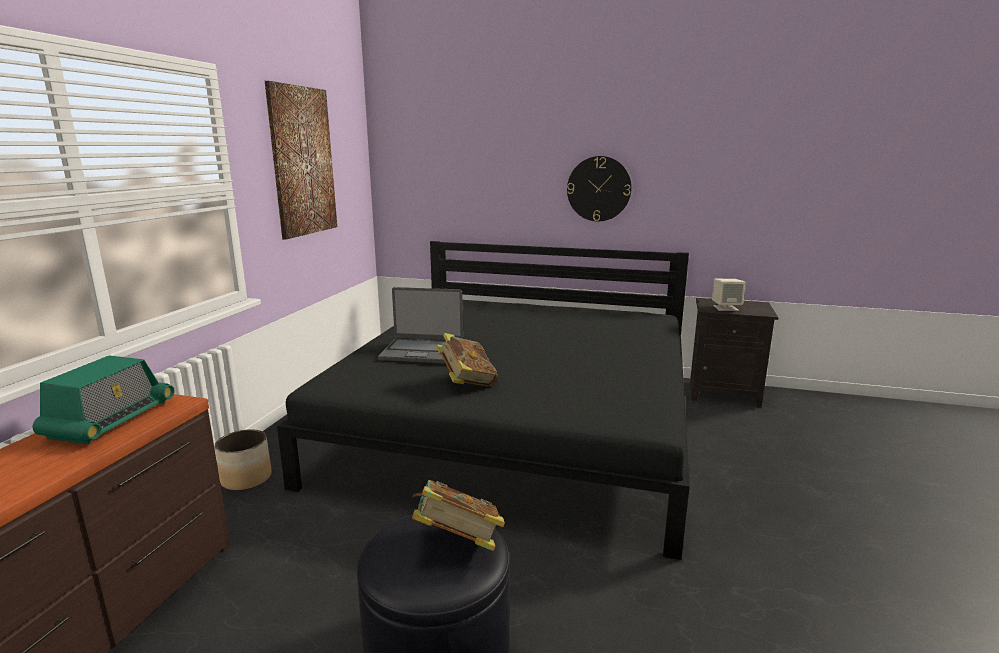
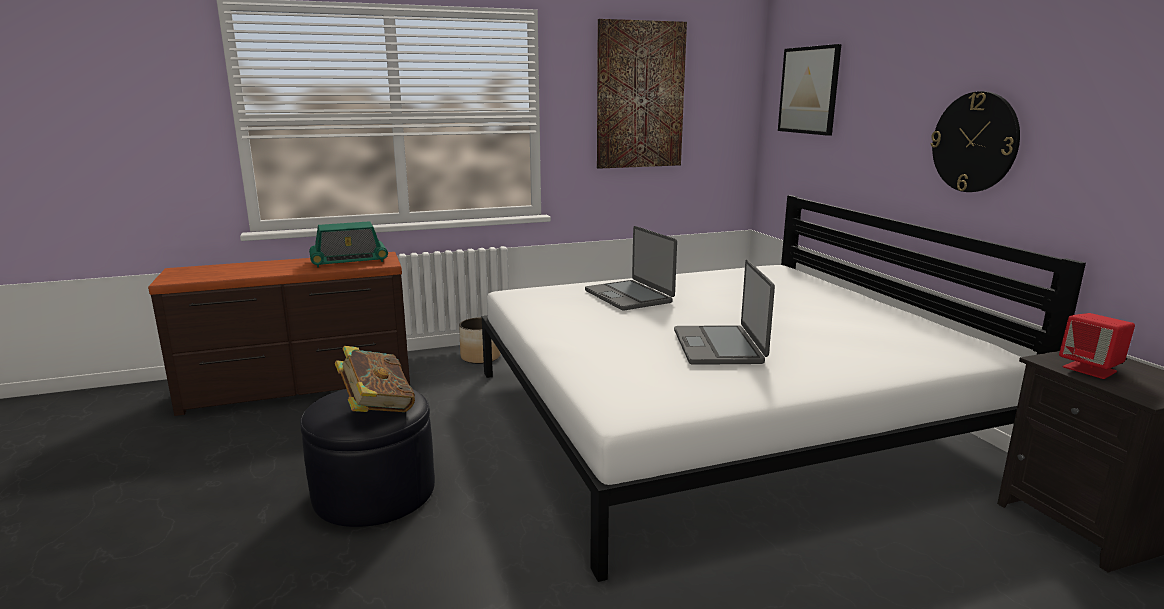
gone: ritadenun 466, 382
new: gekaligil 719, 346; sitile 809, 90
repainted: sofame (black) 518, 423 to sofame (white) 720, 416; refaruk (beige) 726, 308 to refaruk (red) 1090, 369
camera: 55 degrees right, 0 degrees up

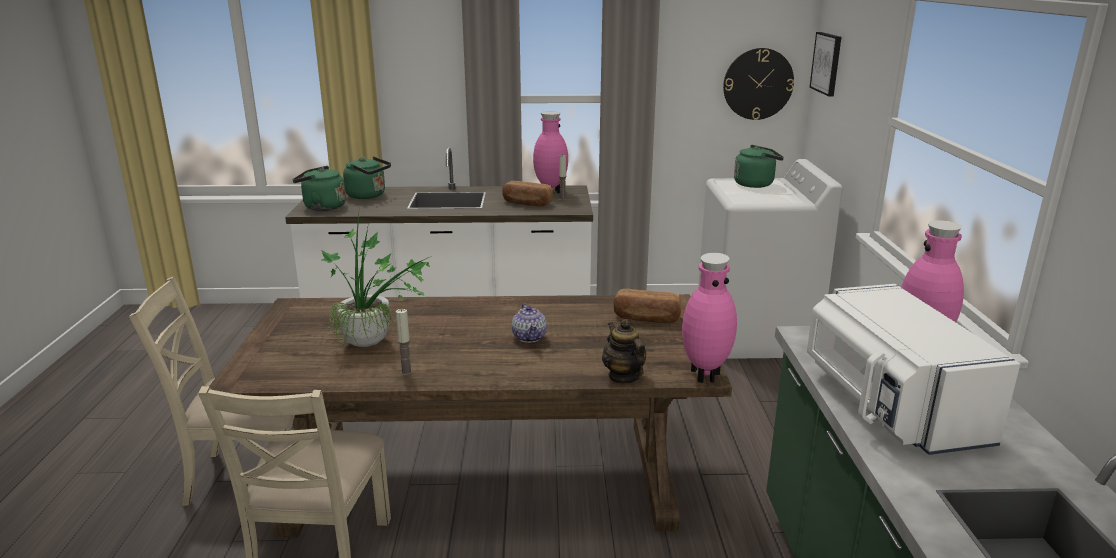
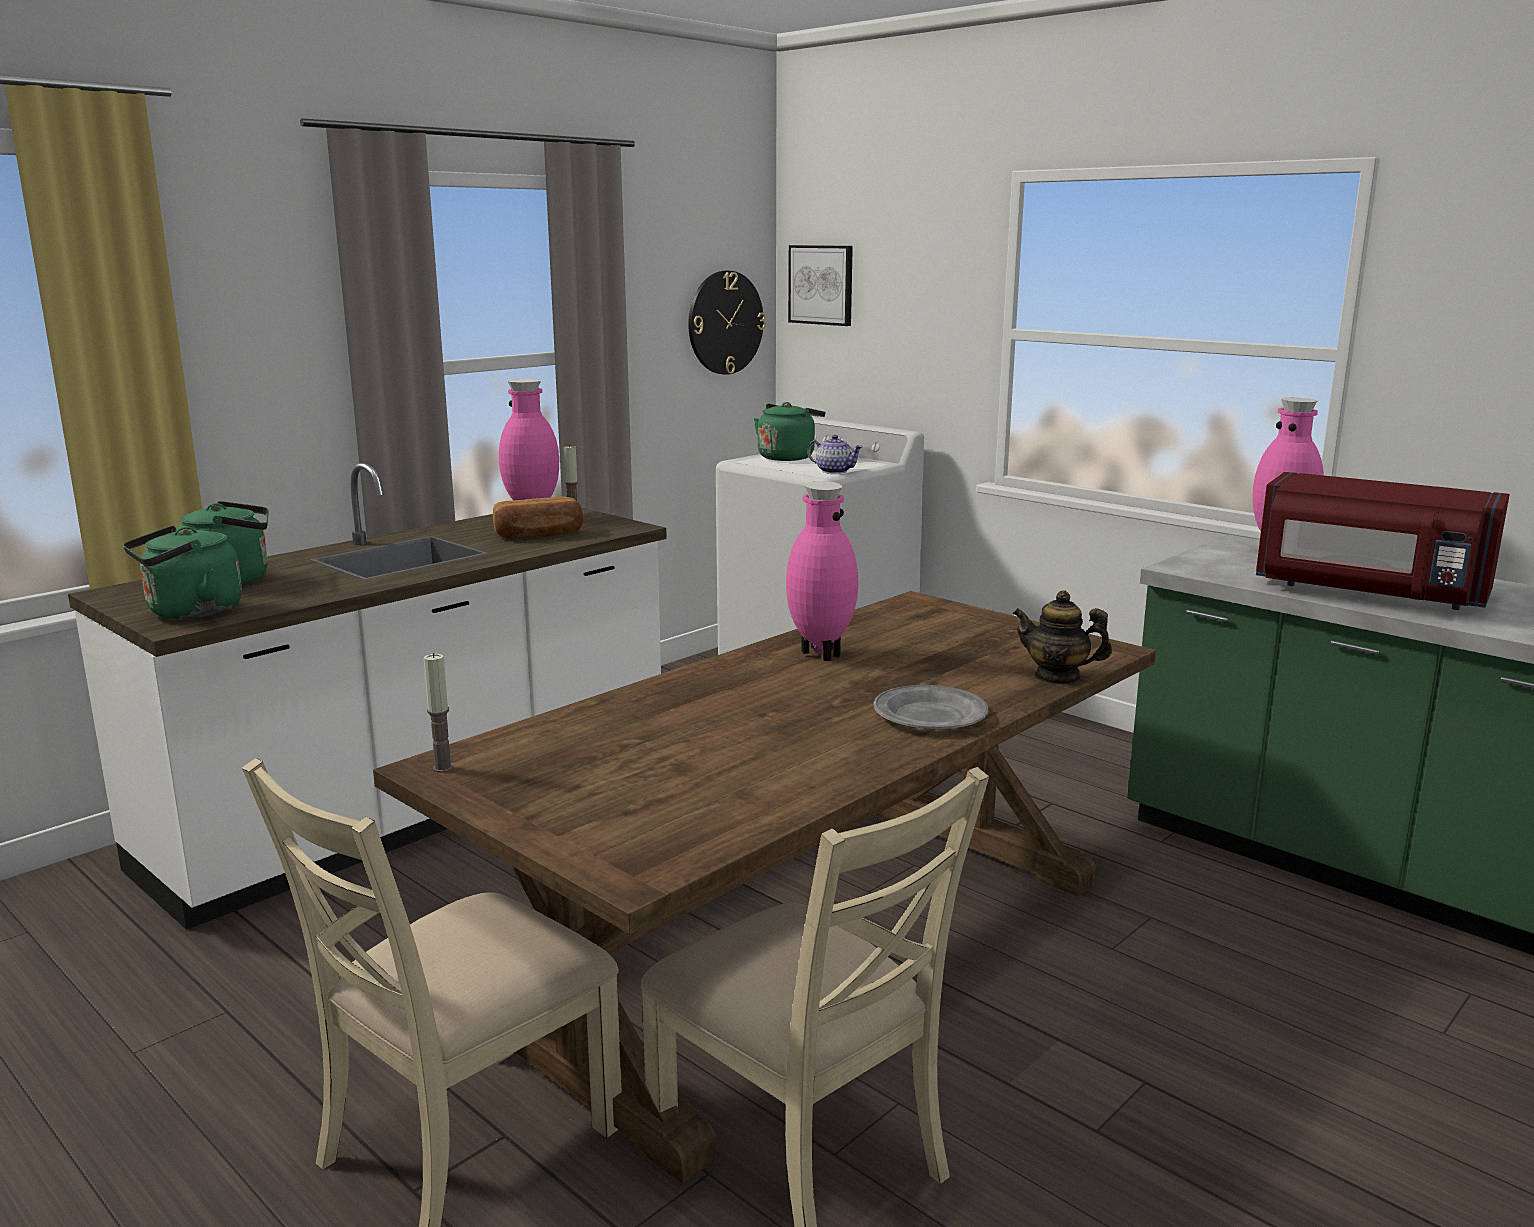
gone: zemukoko 376, 343; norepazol 646, 318
new: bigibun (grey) 929, 715
shifted: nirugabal 406, 372 to 443, 768; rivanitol 529, 337 to 834, 471; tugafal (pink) 704, 375 to 819, 654
repainted: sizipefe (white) 889, 405 to sizipefe (red) 1367, 593
camera: 45 degrees left, 5 degrees down

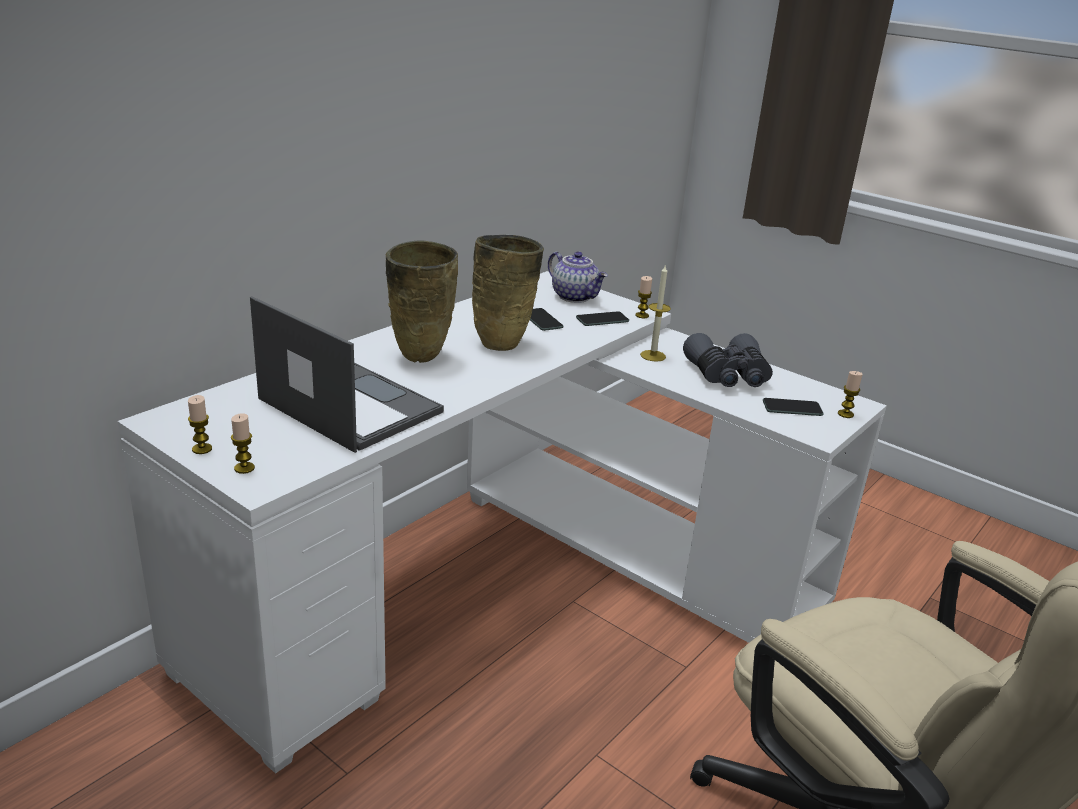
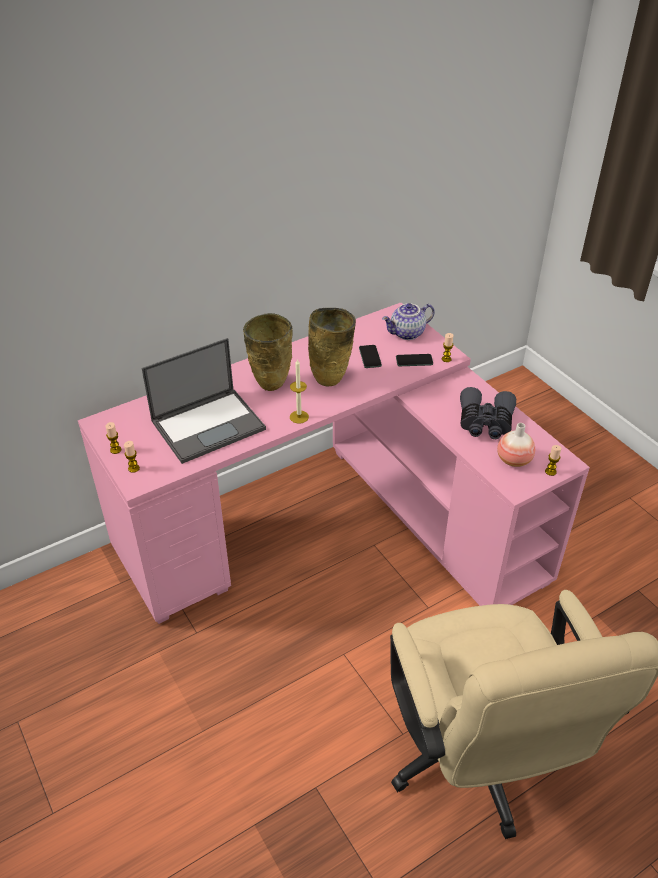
shifted: nirugabal 653, 356 to 299, 417
swapped: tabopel 792, 408 to tugafal 513, 460
repainted: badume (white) 508, 584 to badume (pink) 336, 524
rotated: gekaligil 348, 405 = 209, 424 90 degrees clockwise; rivanitol 575, 297 = 407, 334 90 degrees clockwise
camera: 20 degrees right, 15 degrees up

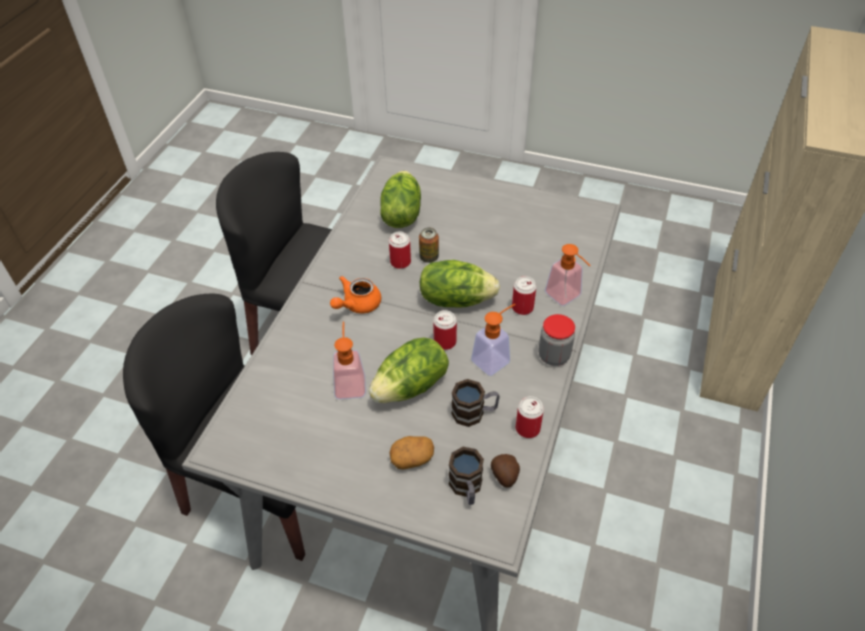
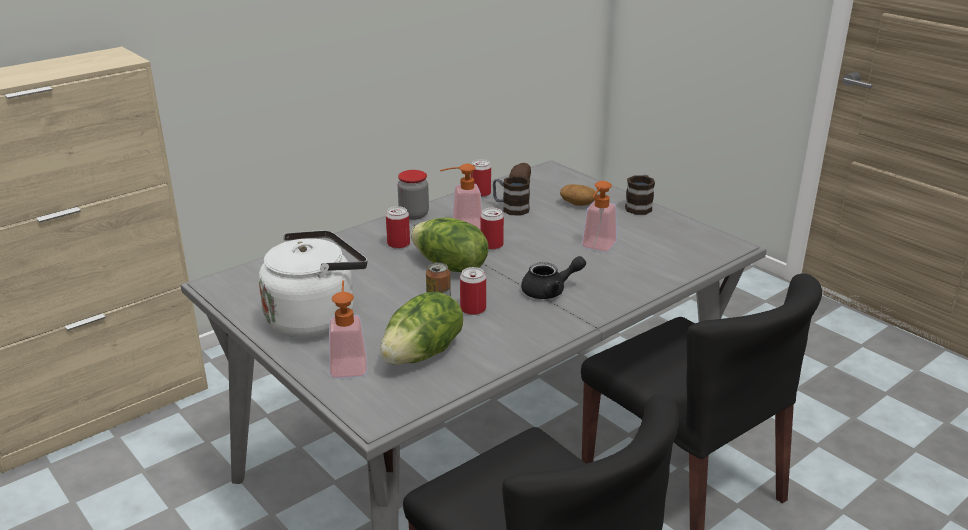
gone: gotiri 411, 386
new: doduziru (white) 315, 318
shifted: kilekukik 466, 488 to 640, 206; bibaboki 567, 297 to 348, 363
repainted: rivanitol (orange) 357, 304 to rivanitol (black) 550, 291
camera: 150 degrees left, 20 degrees down

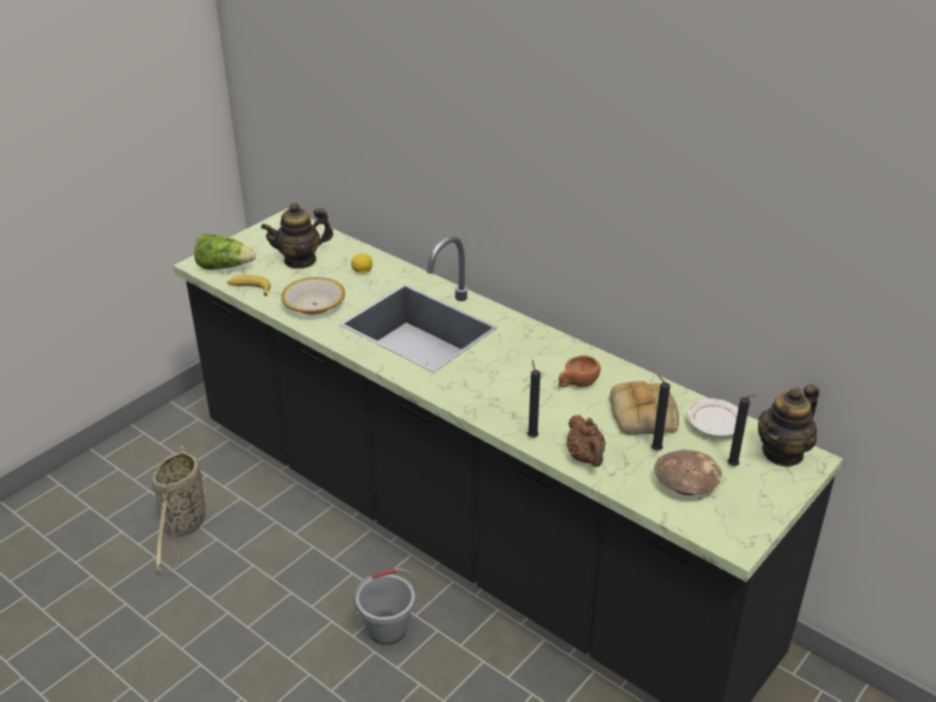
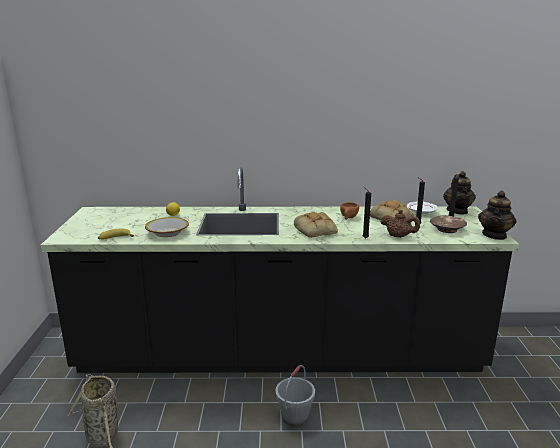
gone: gotiri 224, 267
new: norepazol 316, 230
shifted: rivanitol 300, 260 to 494, 235
camera: 40 degrees left, 15 degrees down

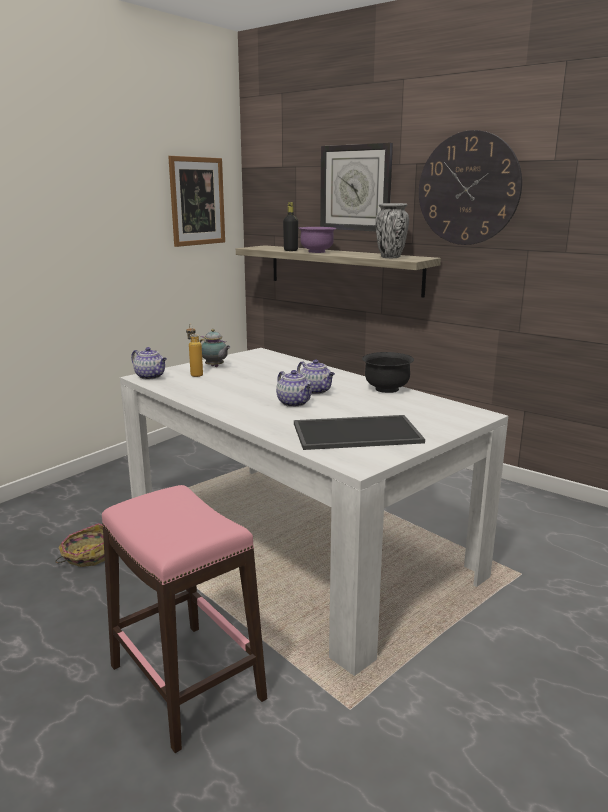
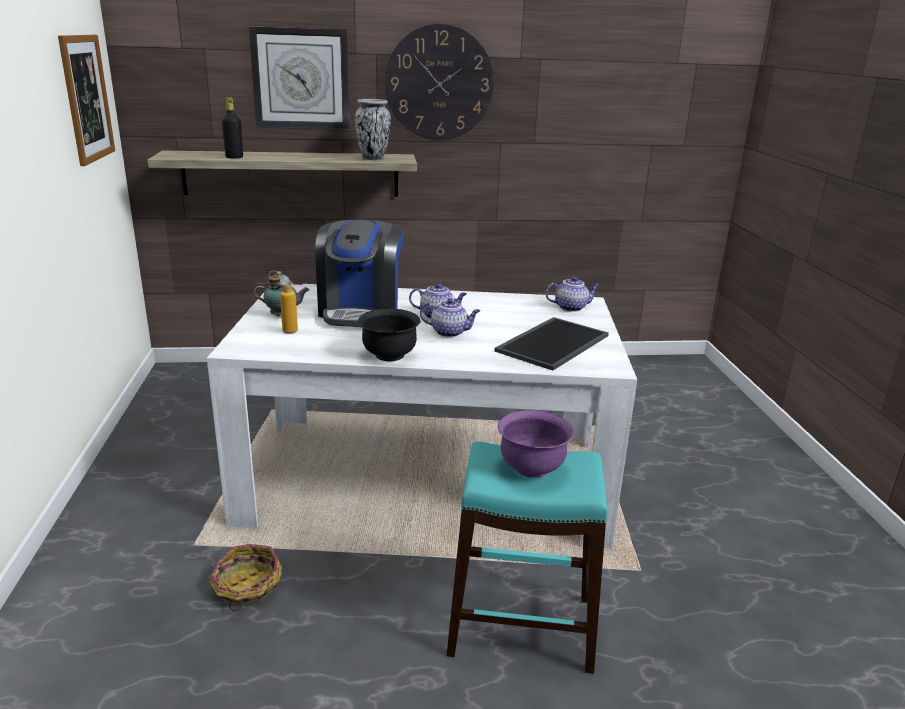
new: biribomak 360, 311
shifted: rivanitol 151, 376 to 571, 307; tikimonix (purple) 317, 252 to 532, 468; tikimonix (black) 386, 389 to 389, 355
repainted: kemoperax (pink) 185, 683 to kemoperax (turquoise) 521, 627
camera: 45 degrees left, 5 degrees up

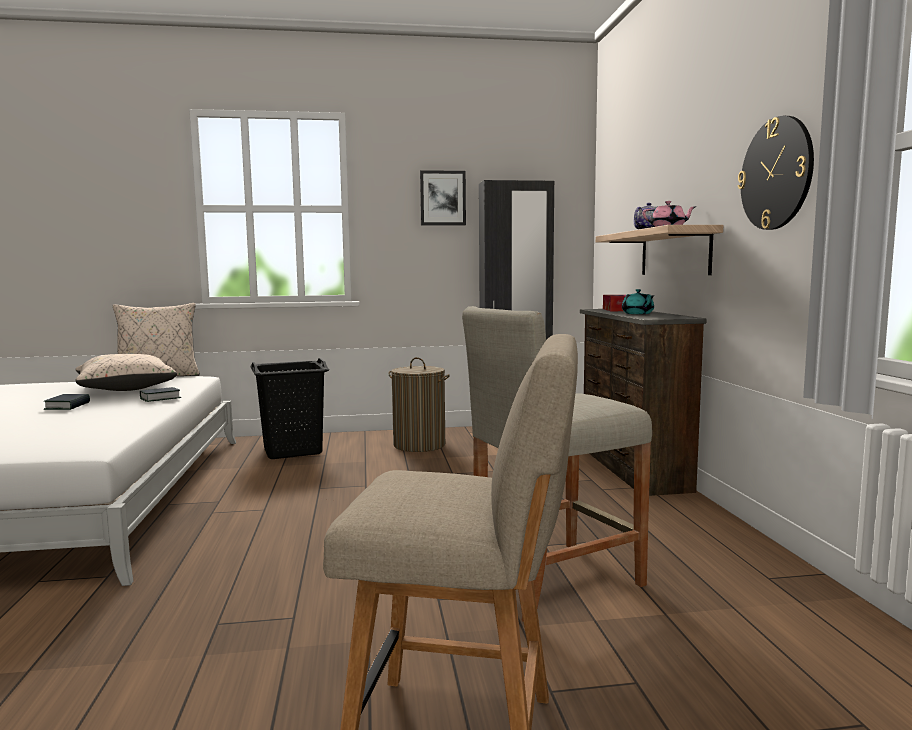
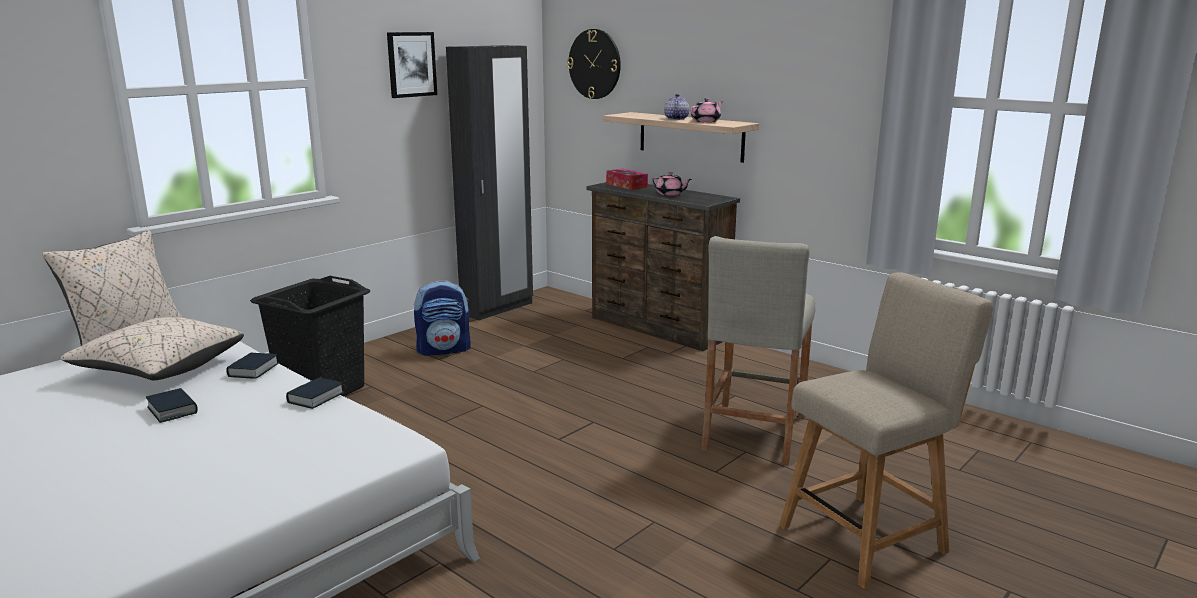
new: ritadenun 315, 398
shifted: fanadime 776, 174 to 595, 64
swapped: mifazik 419, 445 to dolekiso 444, 350
repainted: rivanitol (turquoise) 638, 314 to rivanitol (pink) 670, 194
camera: 40 degrees left, 10 degrees up

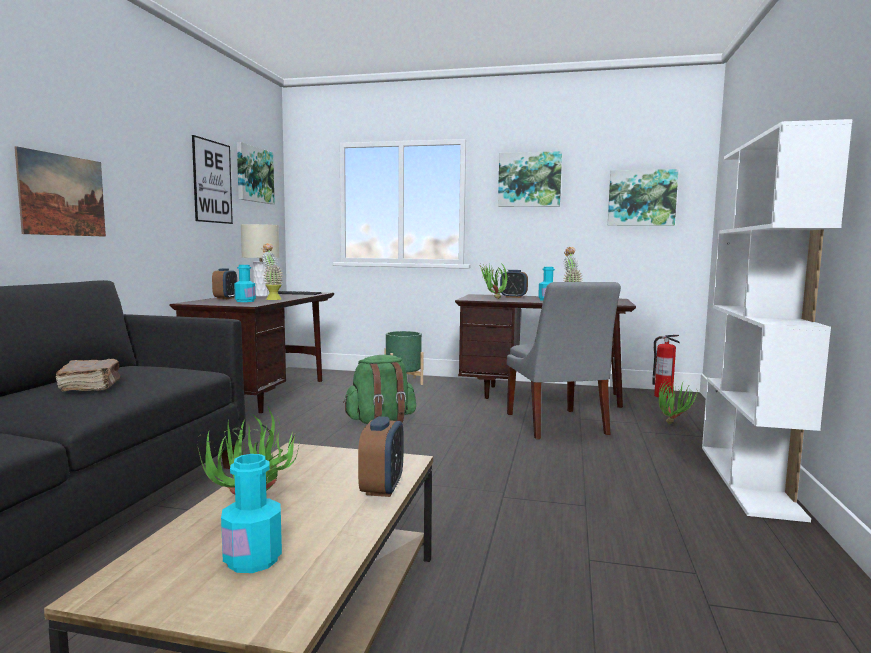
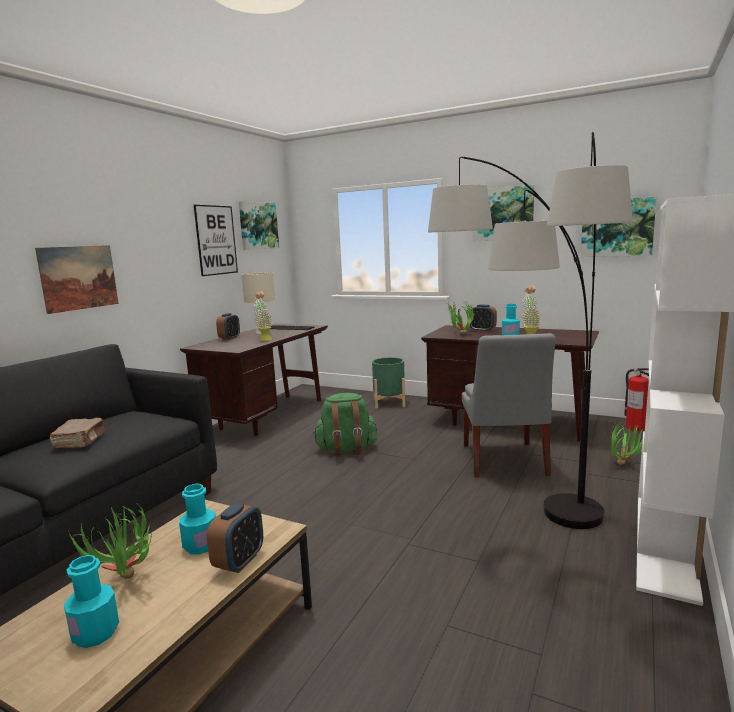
new: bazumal 534, 542
shifted: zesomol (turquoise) 245, 301 to 200, 545
camera: 15 degrees right, 5 degrees up

